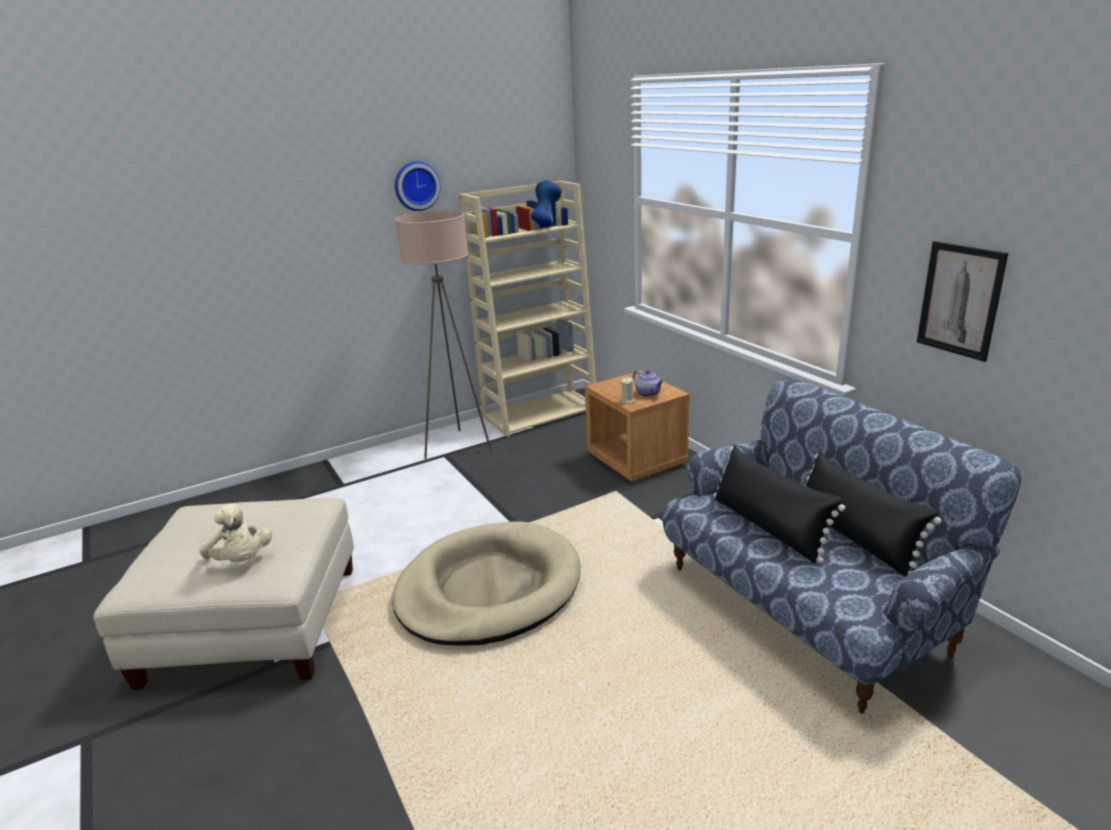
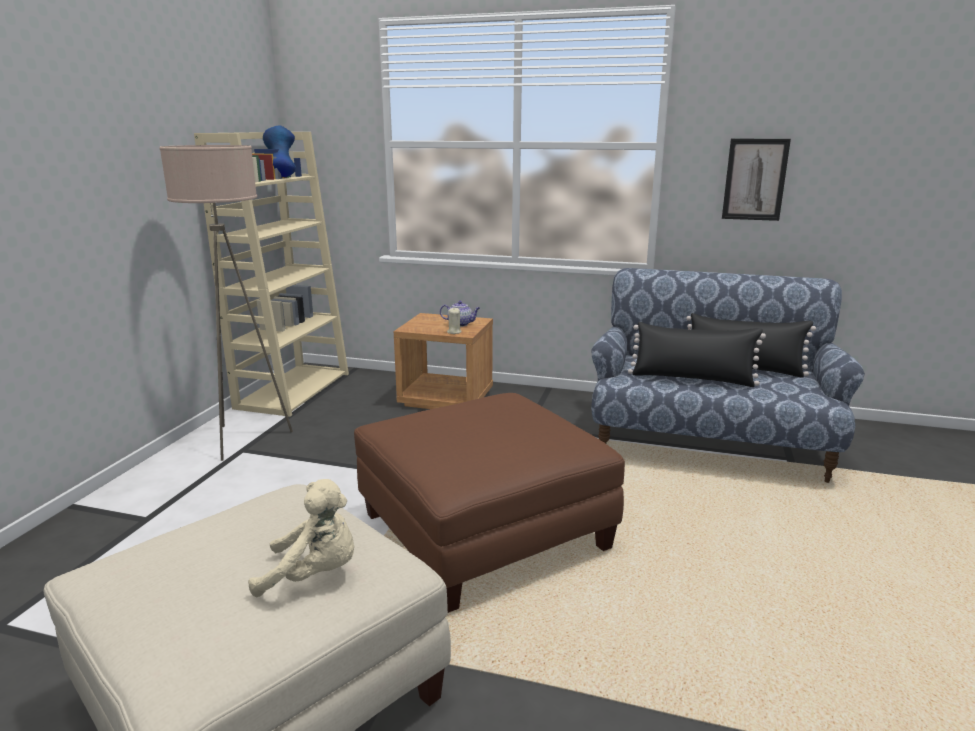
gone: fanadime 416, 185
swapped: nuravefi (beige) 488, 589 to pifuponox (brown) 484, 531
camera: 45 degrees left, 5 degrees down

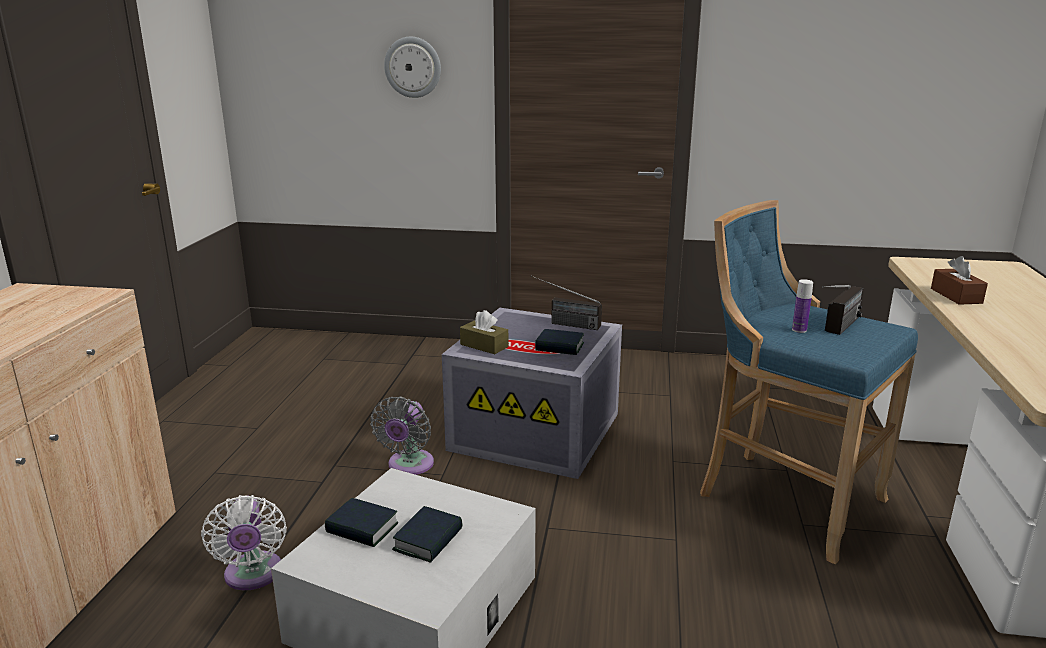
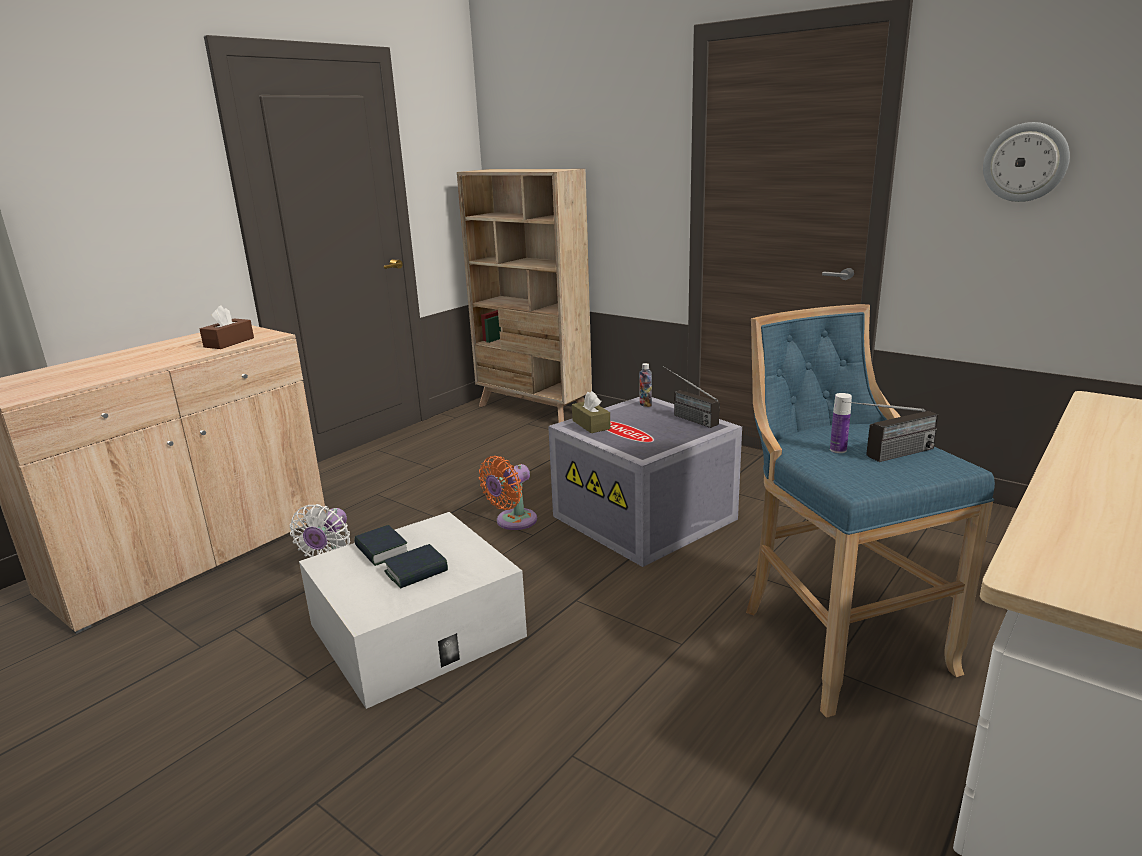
gone: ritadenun 559, 347
new: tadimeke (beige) 533, 409; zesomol 645, 404
shifted: fanadime 413, 67 to 1025, 162; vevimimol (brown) 956, 296 to 229, 342
repainted: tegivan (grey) 408, 466 to tegivan (orange) 513, 522
camera: 30 degrees right, 0 degrees up

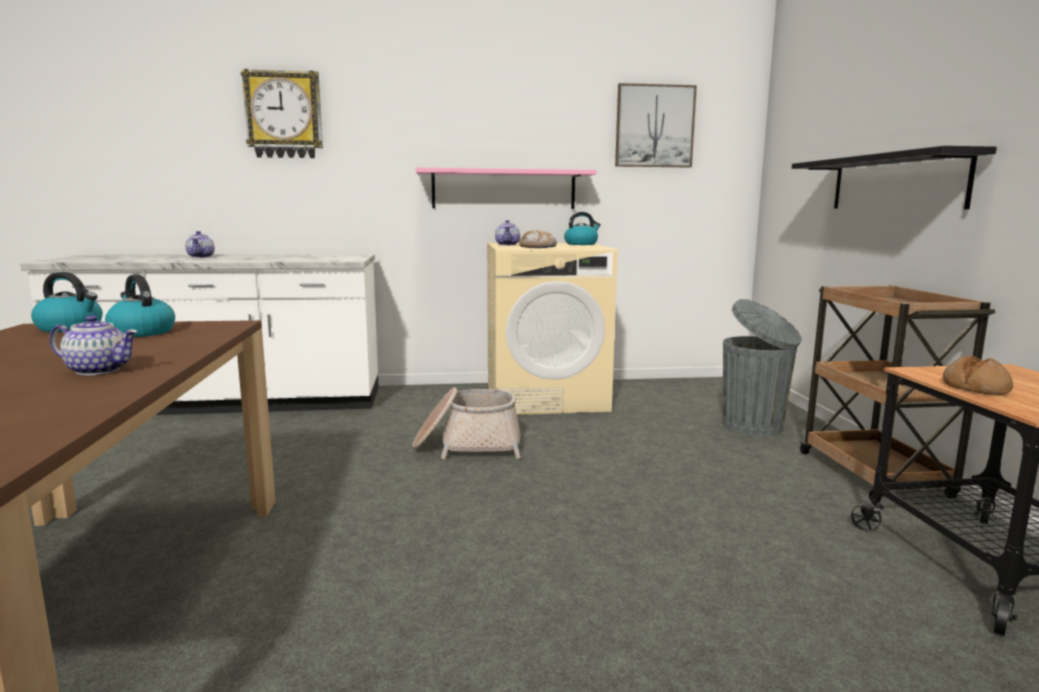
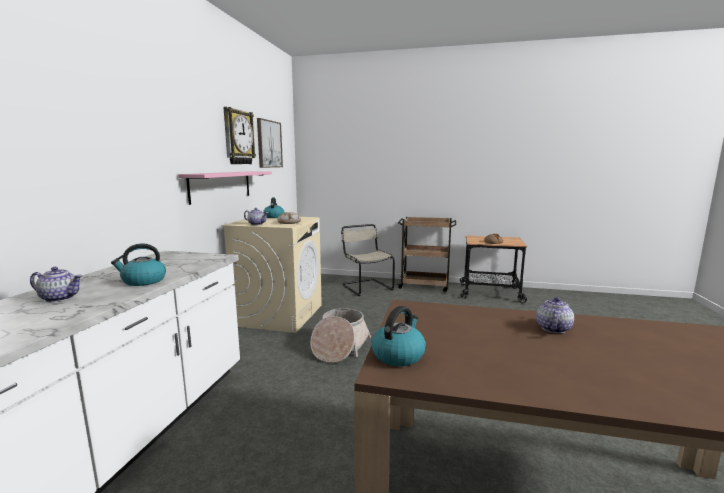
gone: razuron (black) 895, 183
shifted: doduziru 141, 332 to 143, 281; fanadime 284, 115 to 238, 137
swapped: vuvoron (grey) 754, 426 to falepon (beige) 366, 287
camera: 70 degrees left, 0 degrees up

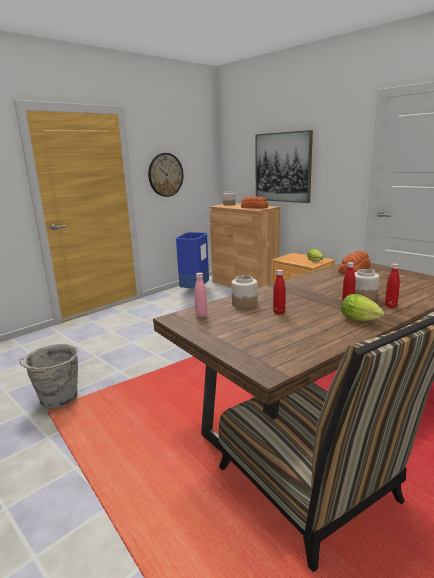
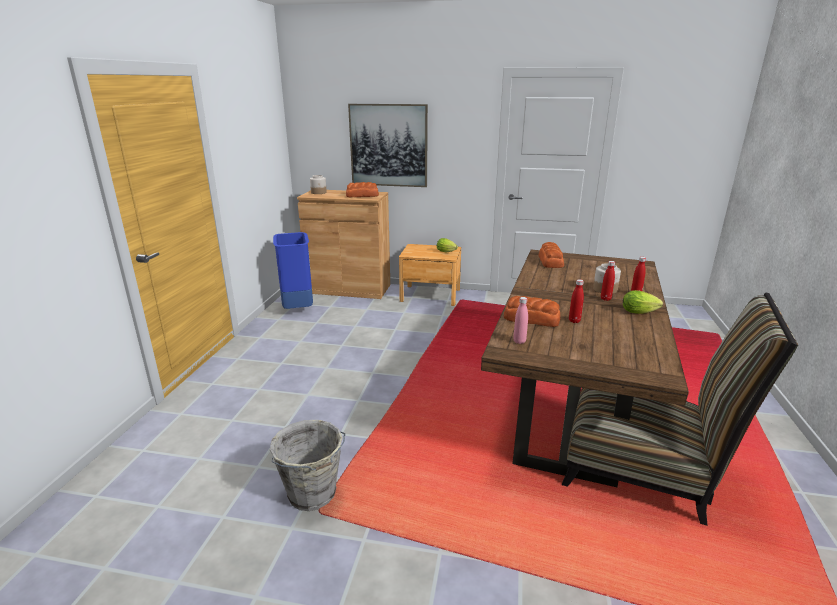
gone: fanadime 165, 175
swapped: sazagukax 244, 303 to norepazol 531, 318
camera: 35 degrees left, 5 degrees up

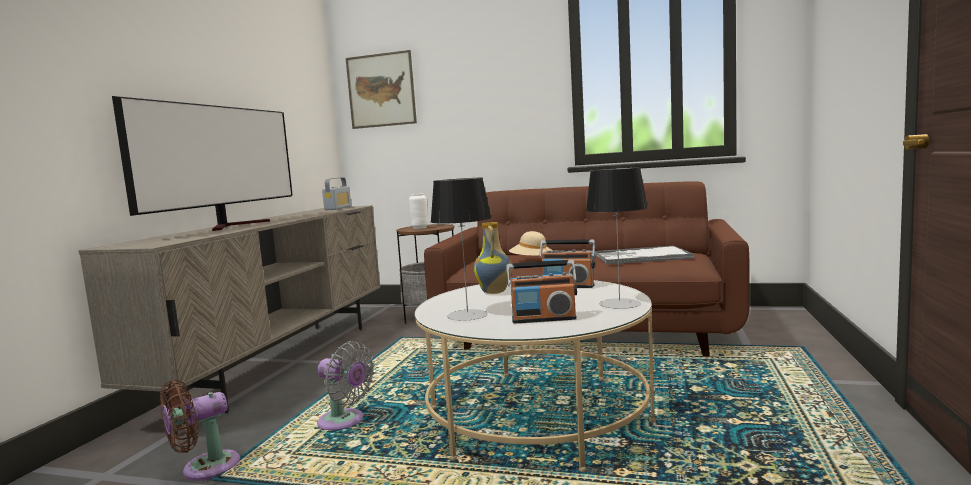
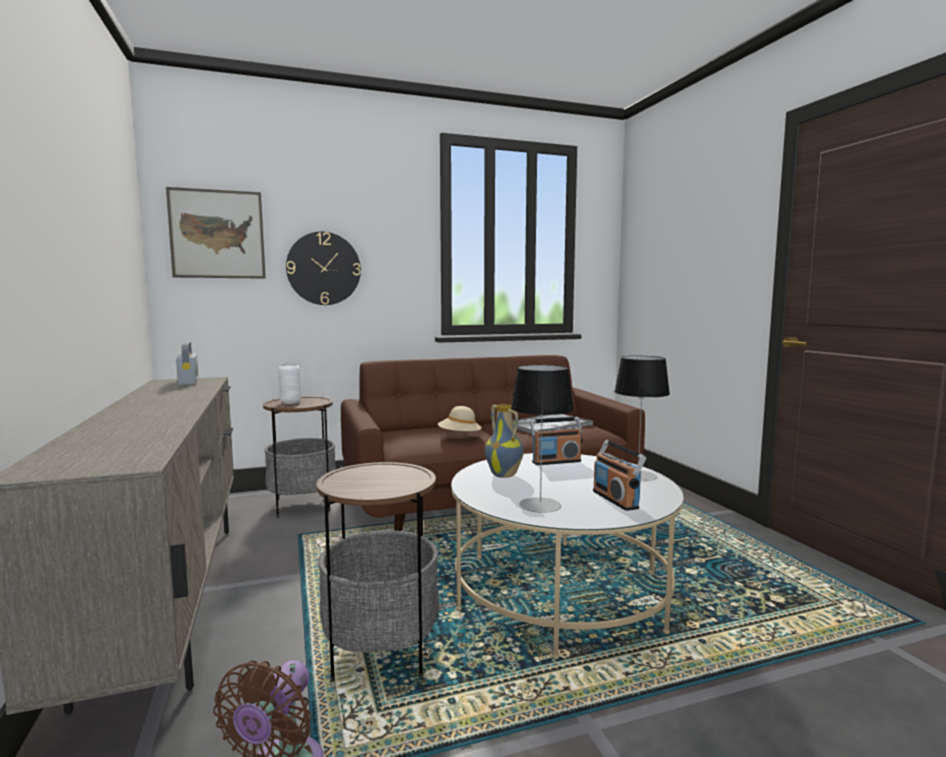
gone: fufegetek 233, 226
new: fanadime 323, 268
swapped: tegivan (grey) 344, 422 to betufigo 381, 653
rotated: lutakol 543, 319 = 615, 499 105 degrees clockwise
camera: 35 degrees left, 0 degrees up

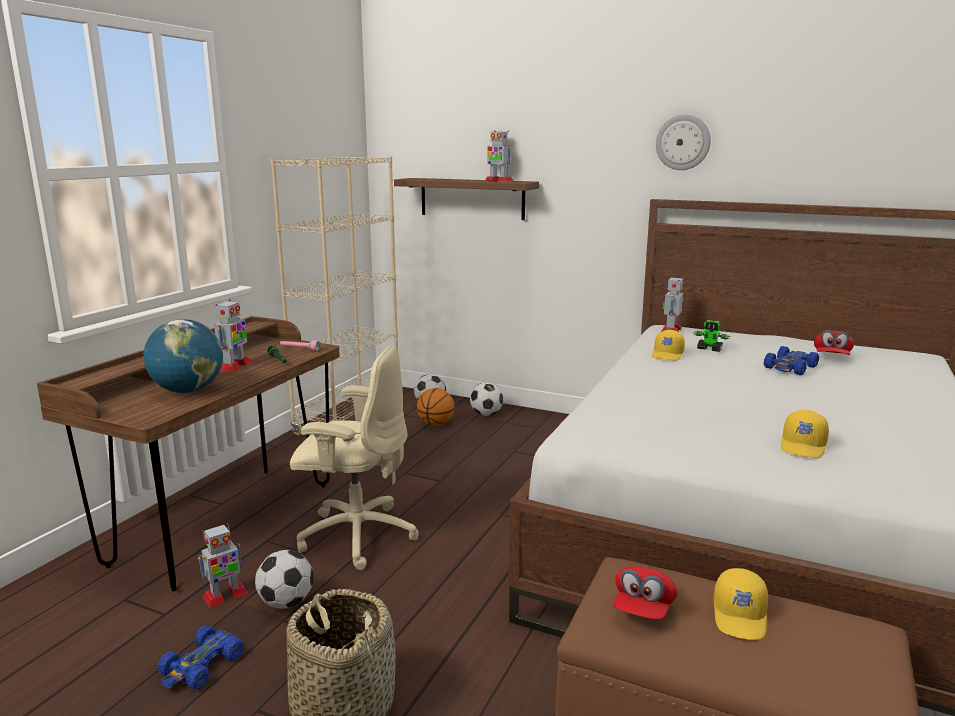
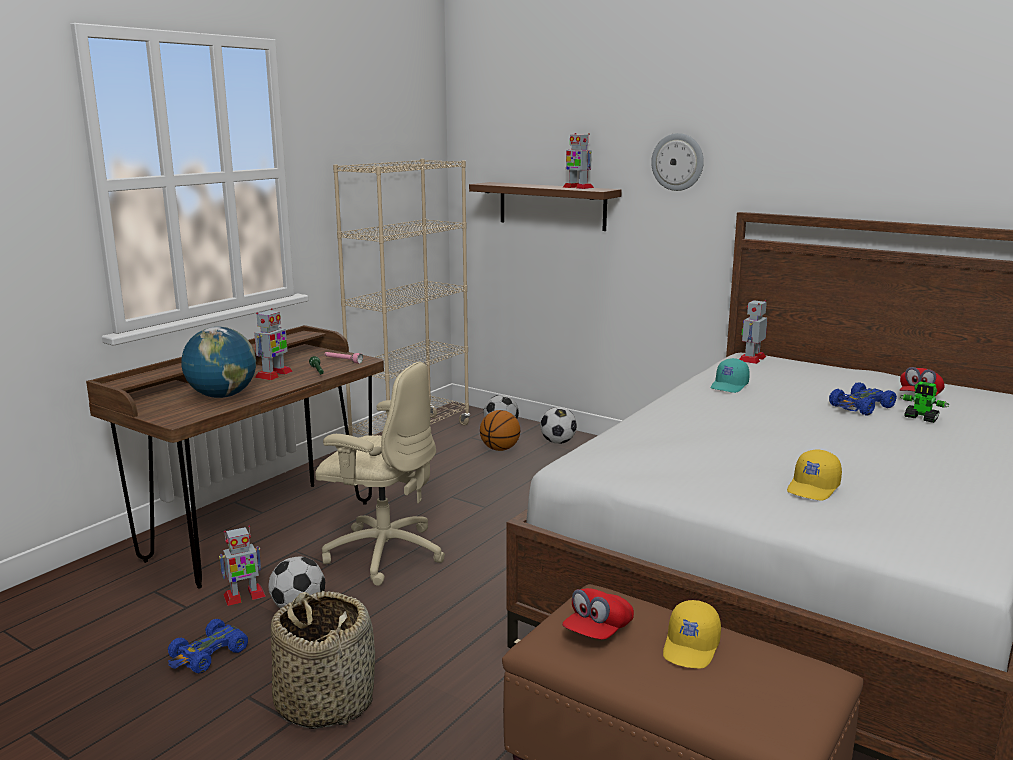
shifted: fanadime 683, 142 to 678, 162; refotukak 709, 349 to 921, 418
repainted: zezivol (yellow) 668, 355 to zezivol (turquoise) 729, 386
camera: 10 degrees right, 0 degrees up

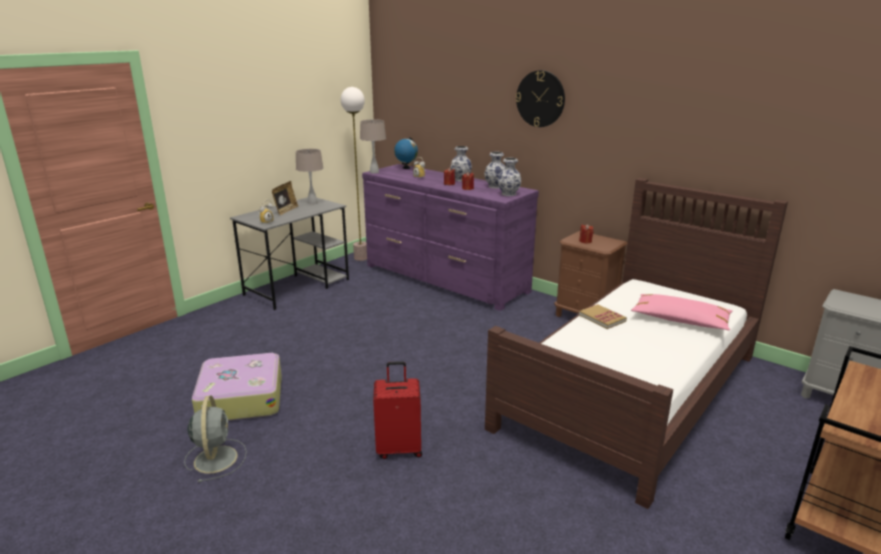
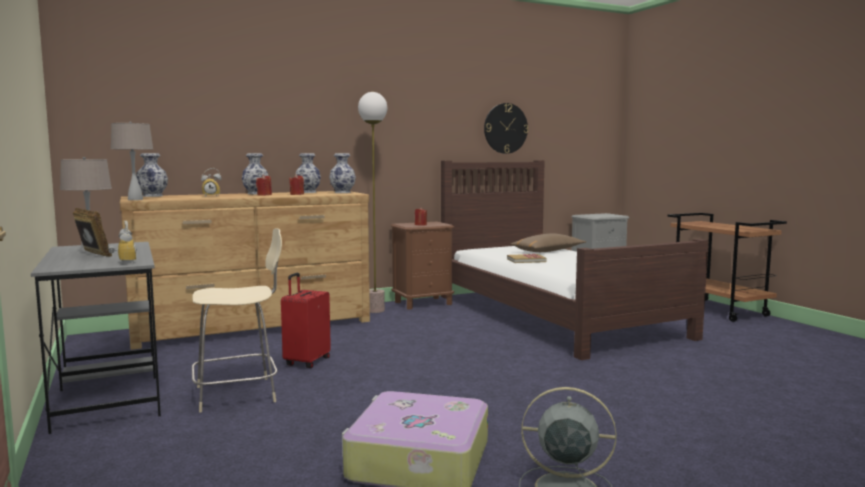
new: falepon (beige) 239, 394
shifted: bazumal 361, 258 to 374, 310; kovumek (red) 399, 448 to 306, 362; fanadime 540, 99 to 505, 128
swapped: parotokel 406, 168 to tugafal 152, 196
repainted: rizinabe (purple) 444, 278 to rizinabe (brown) 254, 326; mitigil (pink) 680, 320 to mitigil (brown) 547, 251
camera: 65 degrees left, 15 degrees down

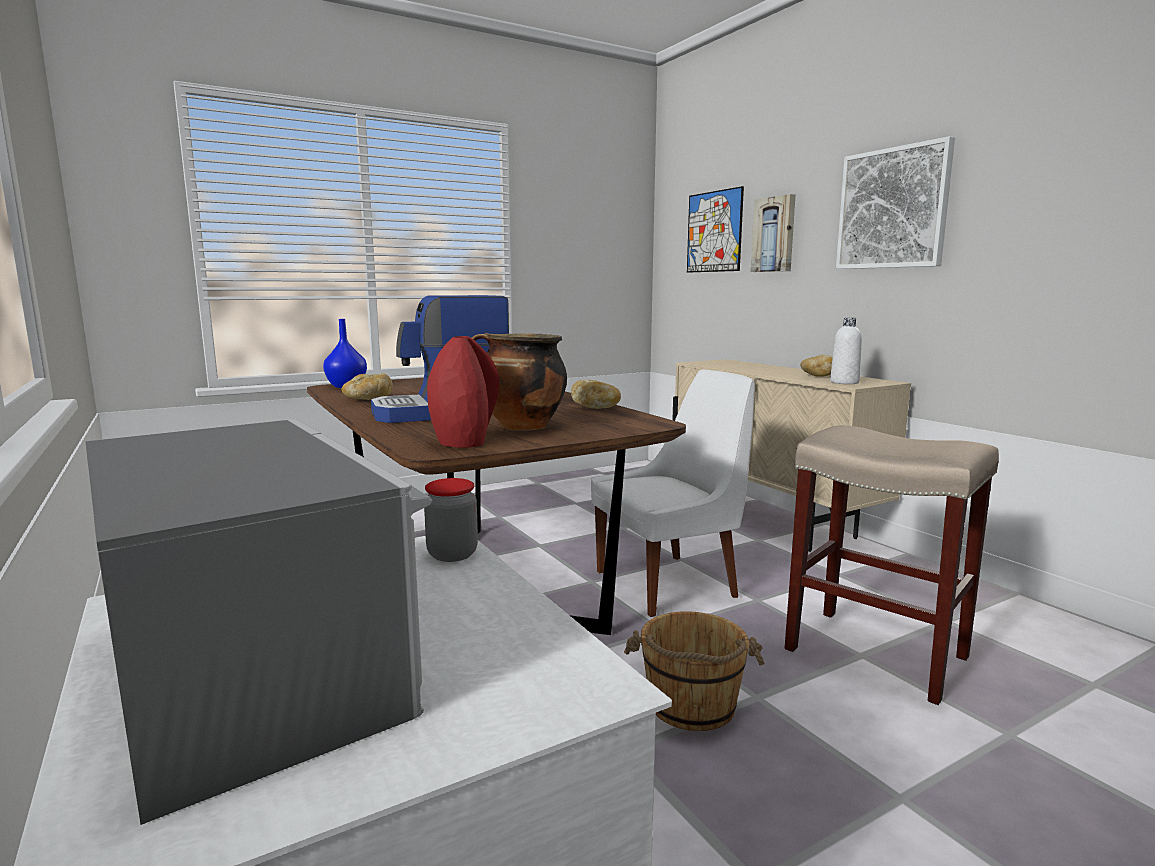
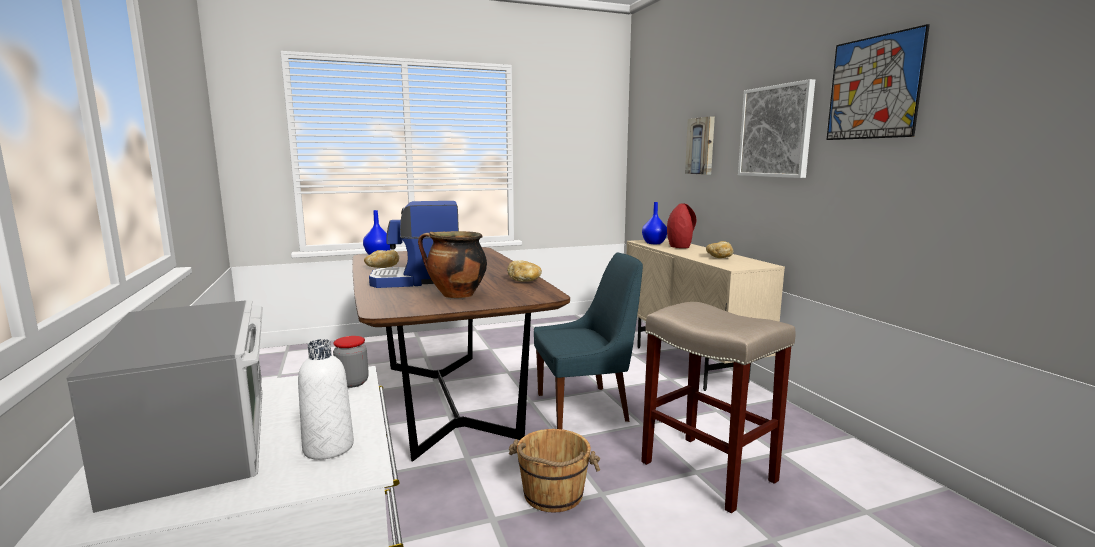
new: tugafal (blue) 654, 243
shifted: tugafal (red) 464, 442 to 680, 246; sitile 714, 232 to 873, 88; zesomol (white) 844, 382 to 328, 448
repainted: falepon (white) 670, 583 to falepon (blue) 585, 407
camera: 10 degrees right, 0 degrees up

